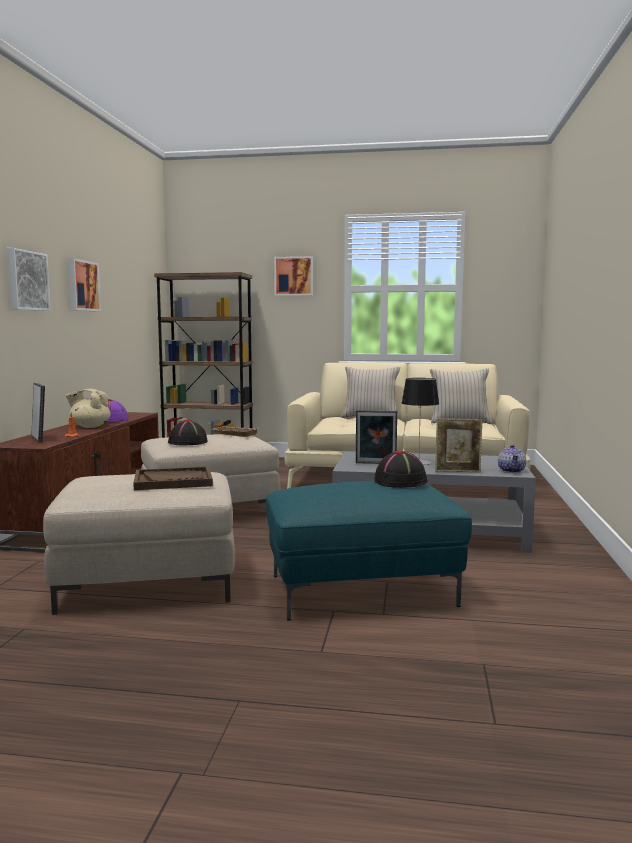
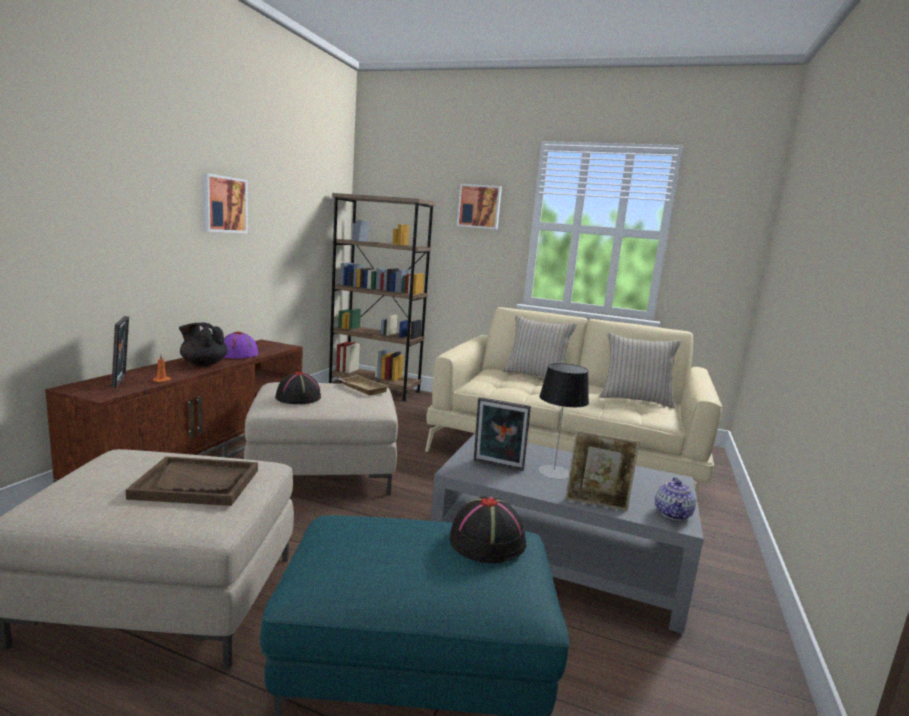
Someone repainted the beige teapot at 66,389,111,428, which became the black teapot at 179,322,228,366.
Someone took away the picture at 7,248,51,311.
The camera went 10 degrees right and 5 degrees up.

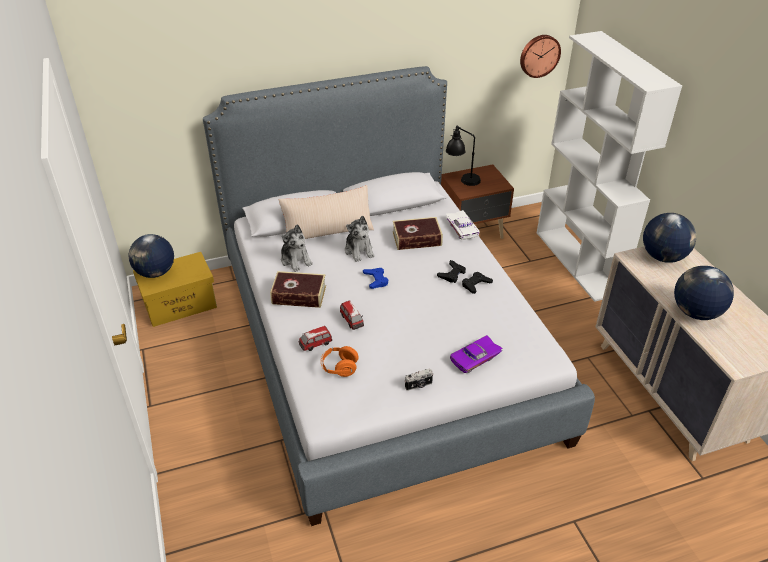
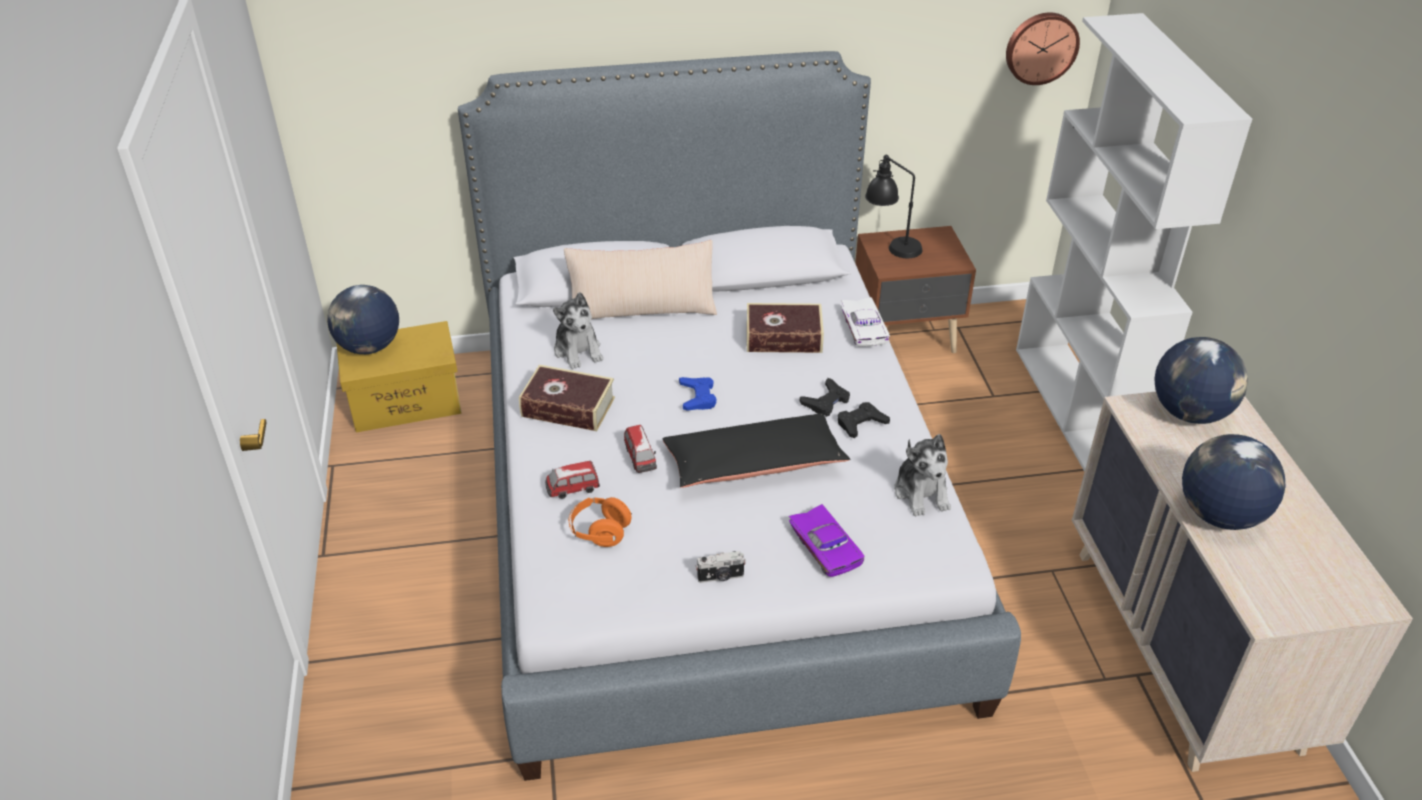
Someone put down the black pillow at 662,413,850,488.
Someone rotated the purple toy car at 450,335,503,373 by 90 degrees counterclockwise.
Someone carried the plush toy from 345,216,375,262 to 894,434,951,517.
The camera went 10 degrees right and 0 degrees up.

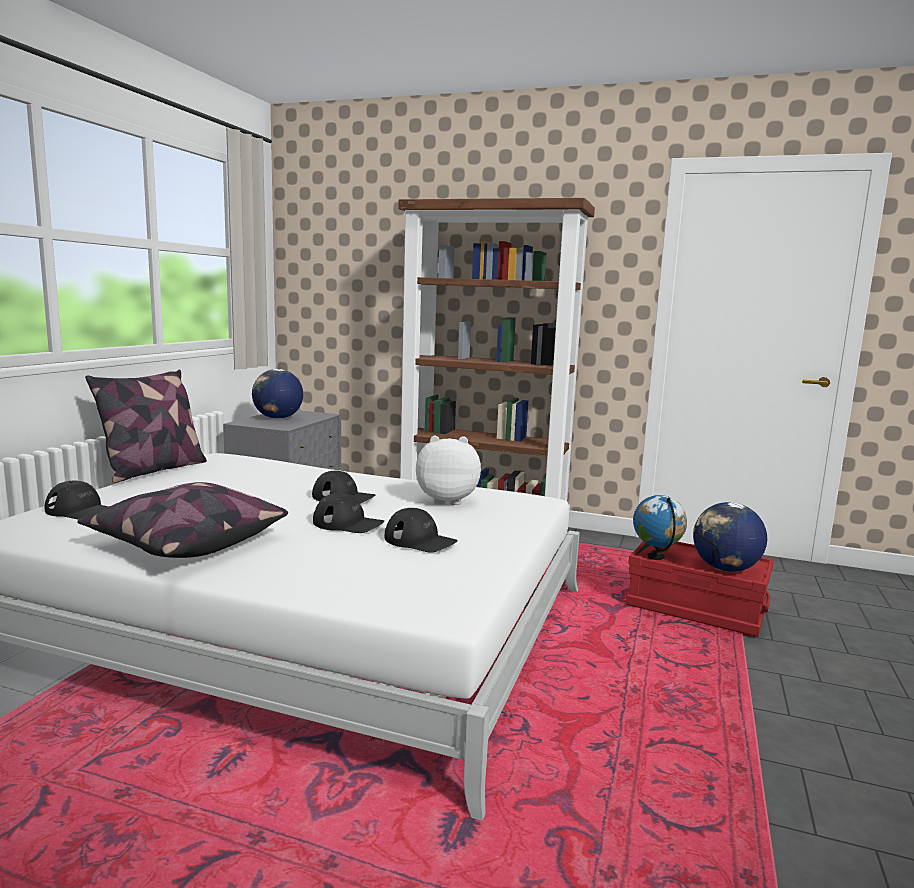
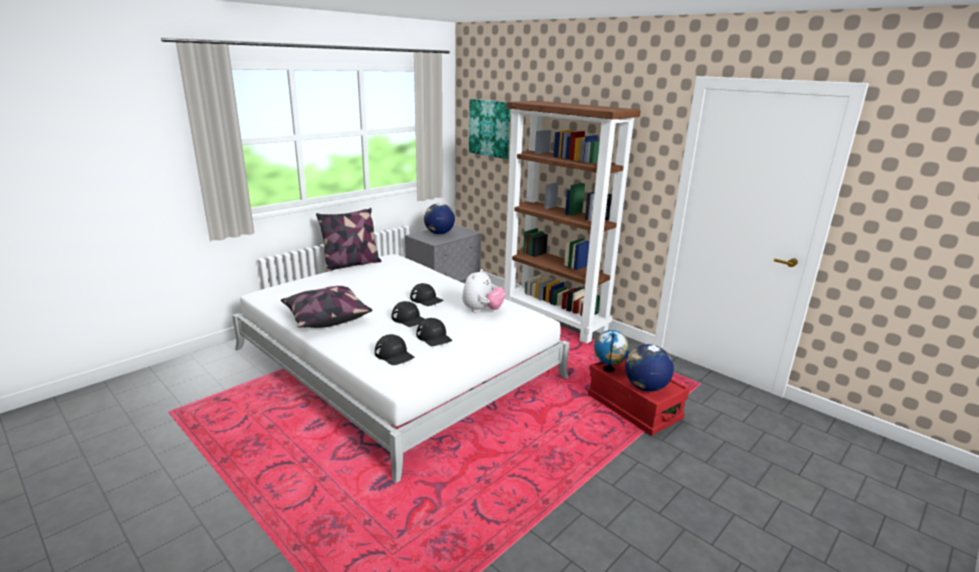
Someone carried the black cap from 44,481,109,520 to 375,334,414,365.
Someone rotated the plush toy at 416,436,481,505 by 90 degrees clockwise.
Someone put up the picture at 469,99,510,159.
The camera went 25 degrees right and 10 degrees up.

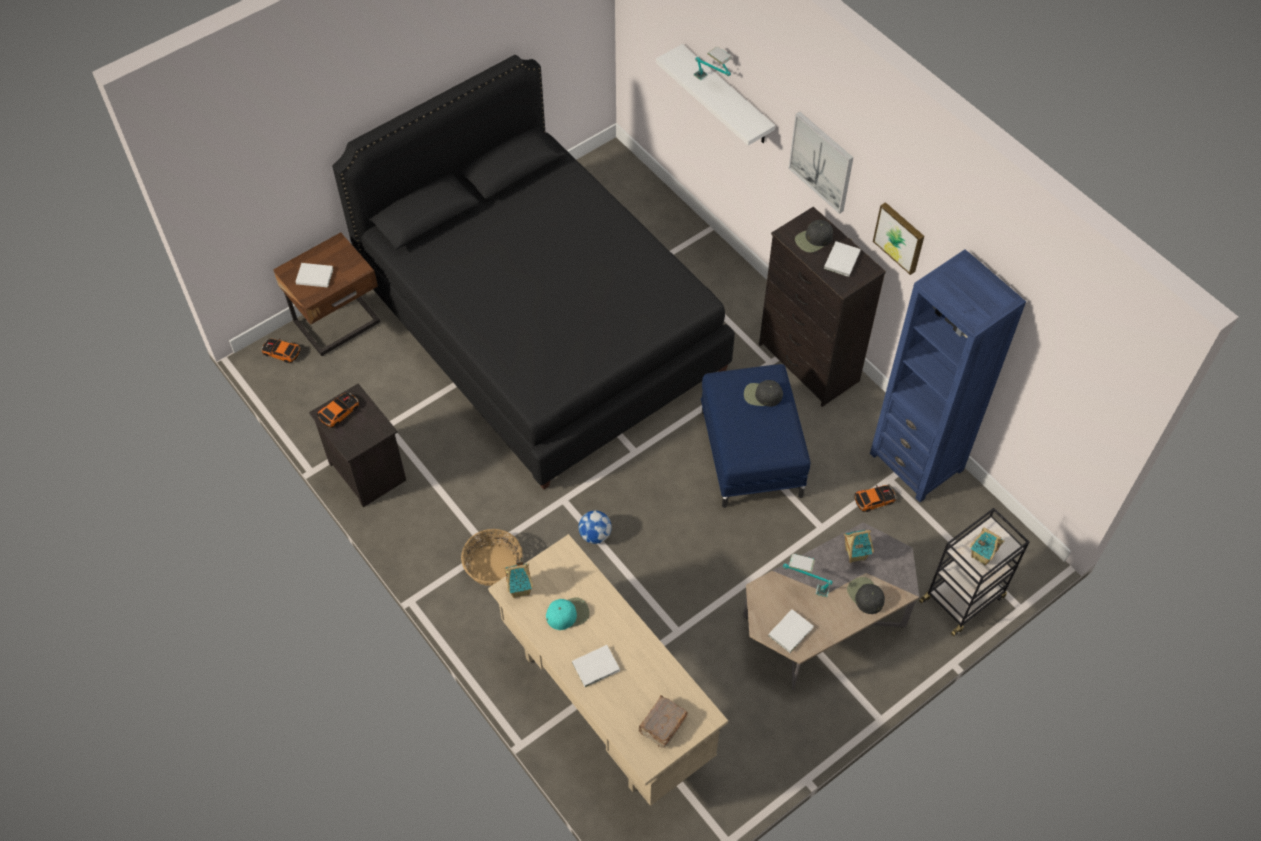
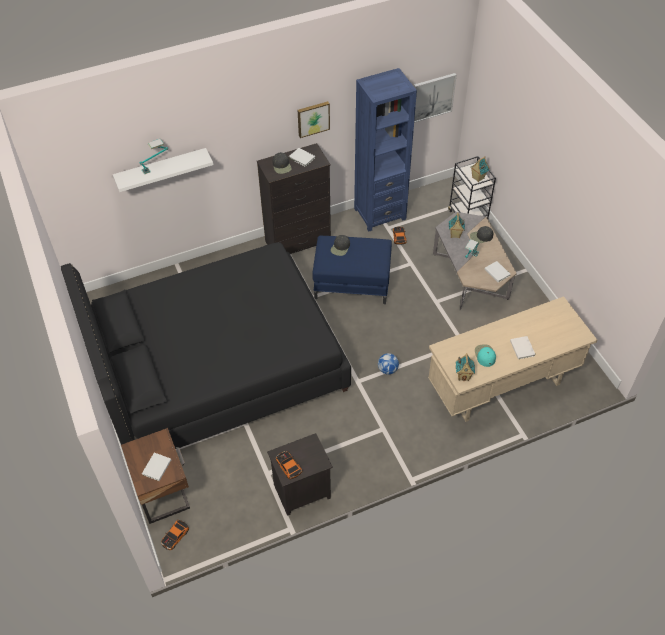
Someone carried the picture from 788,112,853,214 to 414,73,457,123.
Someone took away the basket at 461,529,523,586.
Someone took away the brown book at 638,695,688,748.
The camera went 75 degrees left and 5 degrees down.

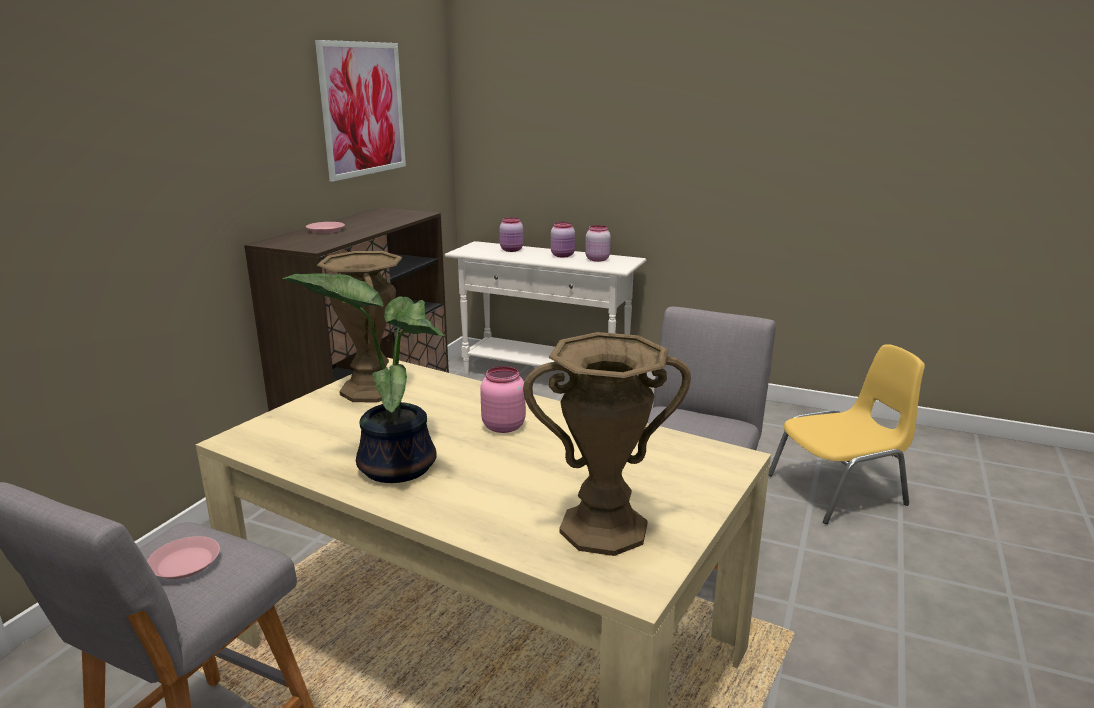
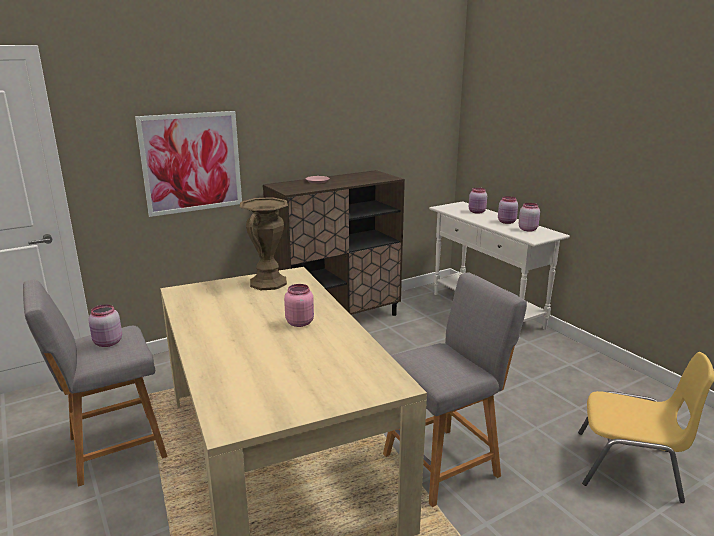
Someone swapped the pink plate at 147,536,220,579 for the pink jar at 88,304,122,347.
Someone carried the picture from 315,40,406,182 to 135,111,242,217.
Someone took away the potted plant at 282,273,445,483.
Someone took away the brown vase at 523,332,691,556.
The camera went 35 degrees right and 0 degrees up.

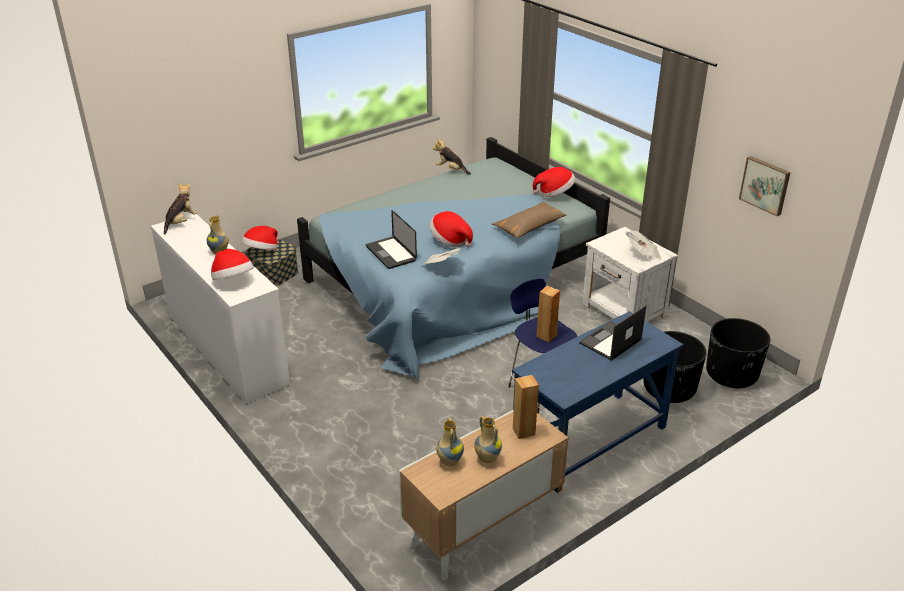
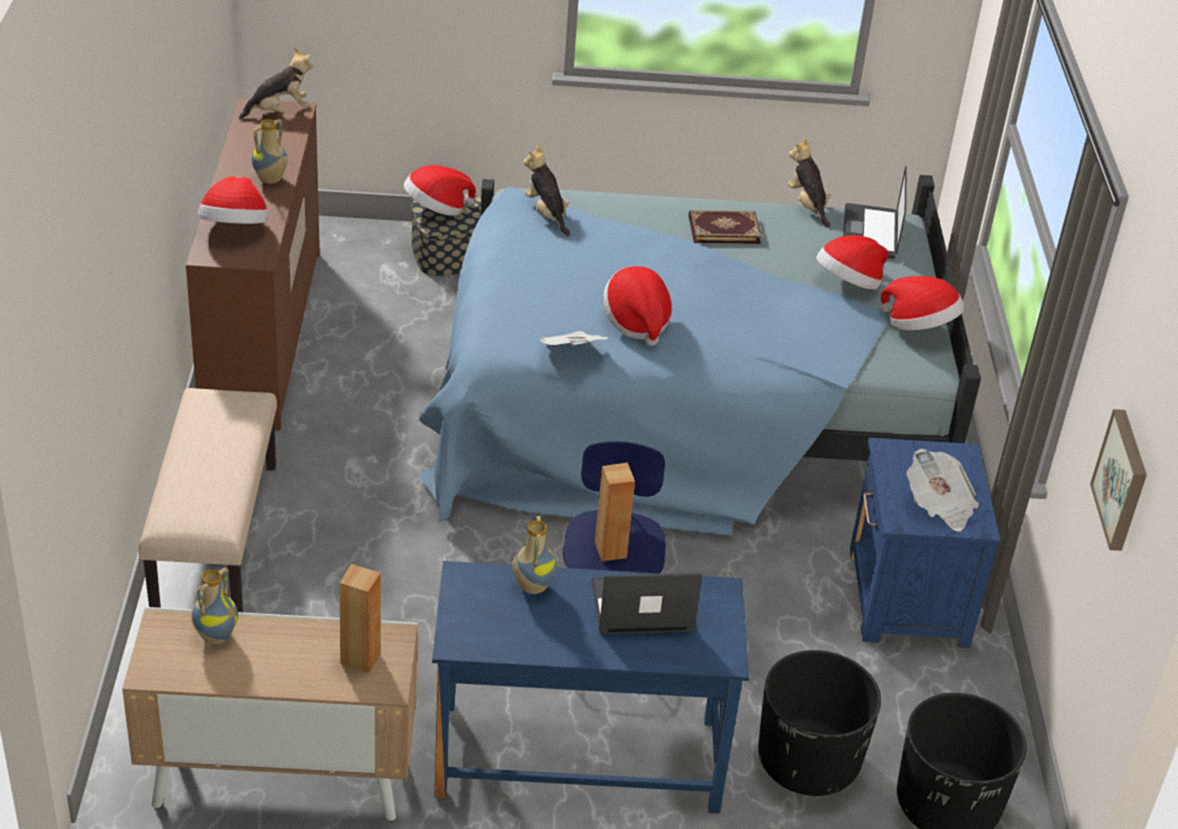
Someone put down the beige bench at 139,388,277,612.
Someone repainted the white dresser at 151,214,290,404, which became the brown dresser at 186,98,320,431.
Someone carried the vase from 474,416,502,463 to 512,516,557,594.
Someone put down the plush toy at 523,145,571,236.
Someone put down the book at 689,210,762,244.
Someone put down the hat at 816,235,889,290.
Someone carried the laptop from 366,210,417,269 to 843,166,907,259.
Someone repainted the white nightstand at 582,227,678,322, which became the blue nightstand at 850,438,1001,648.
Someone took away the brown pillow at 492,202,567,238.
The camera went 35 degrees right and 5 degrees up.

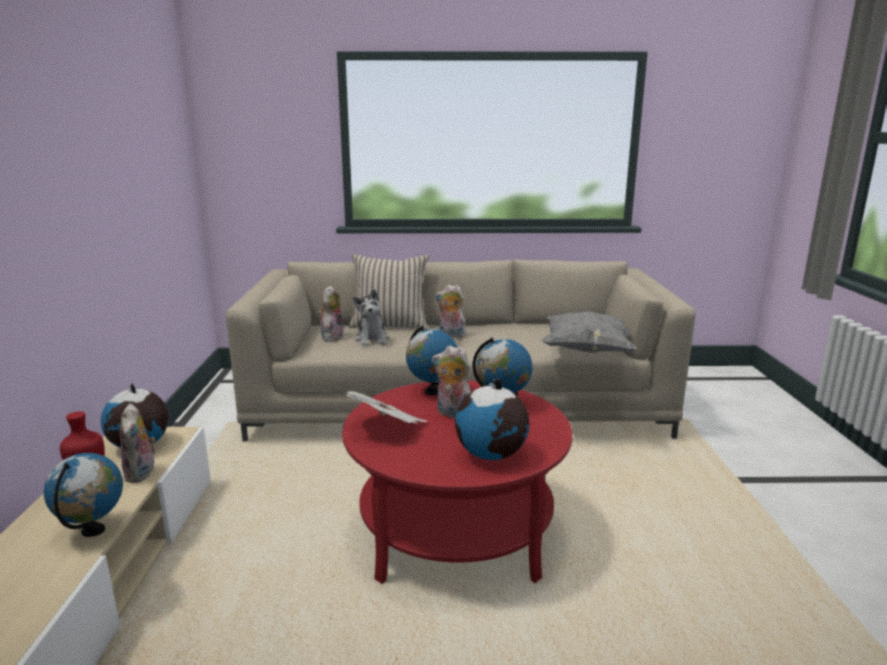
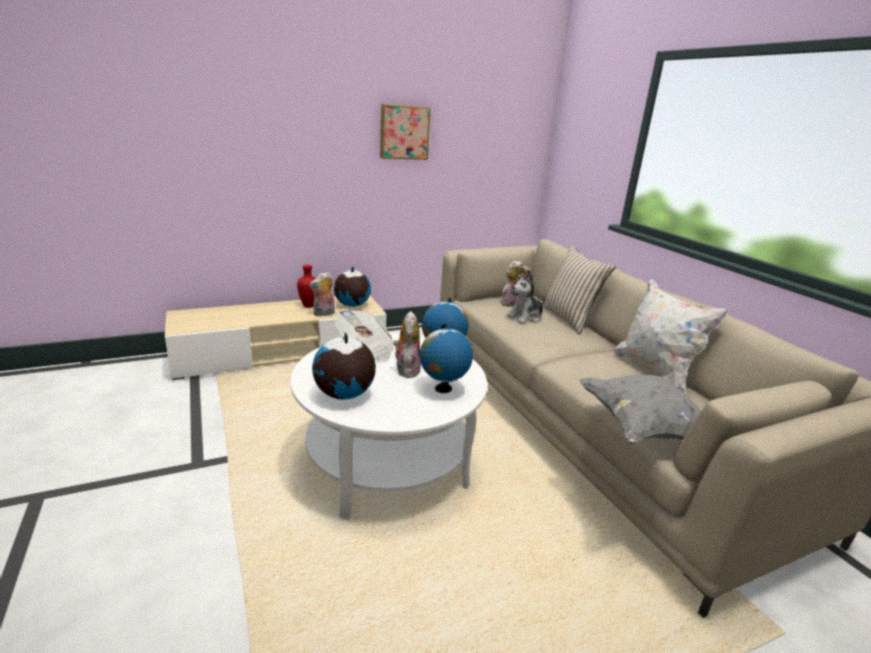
Someone repainted the red coffee table at 342,381,573,584, which became the white coffee table at 290,334,487,520.
Someone put up the picture at 380,104,431,160.
Someone put down the white pillow at 613,279,729,393.
Someone took away the globe at 44,453,123,537.
Someone took away the plush toy at 435,285,466,337.
The camera went 65 degrees right and 5 degrees up.

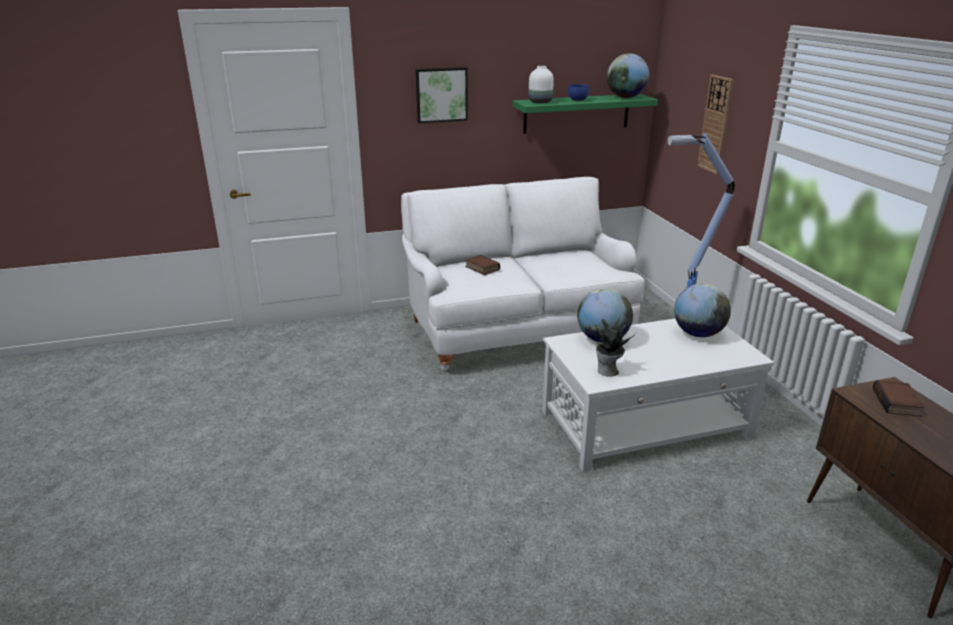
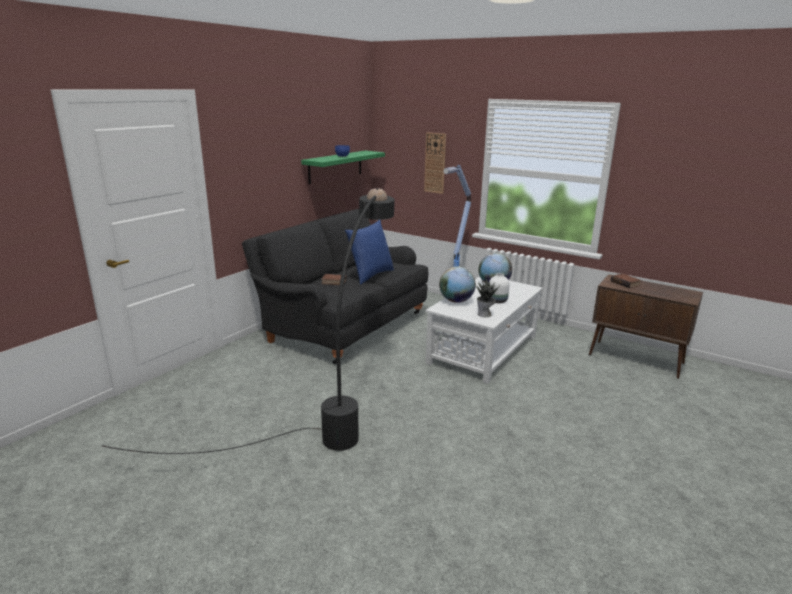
Someone put down the black floor lamp at 102,188,395,454.
Someone repainted the white sofa at 401,177,645,370, which became the black sofa at 242,209,428,364.
Someone put down the blue pillow at 345,220,394,285.
Someone carried the white vase from 529,66,554,103 to 489,273,509,303.
Someone took away the picture at 415,67,468,123.
Someone took away the globe at 606,53,650,98.
The camera went 40 degrees left and 5 degrees down.

